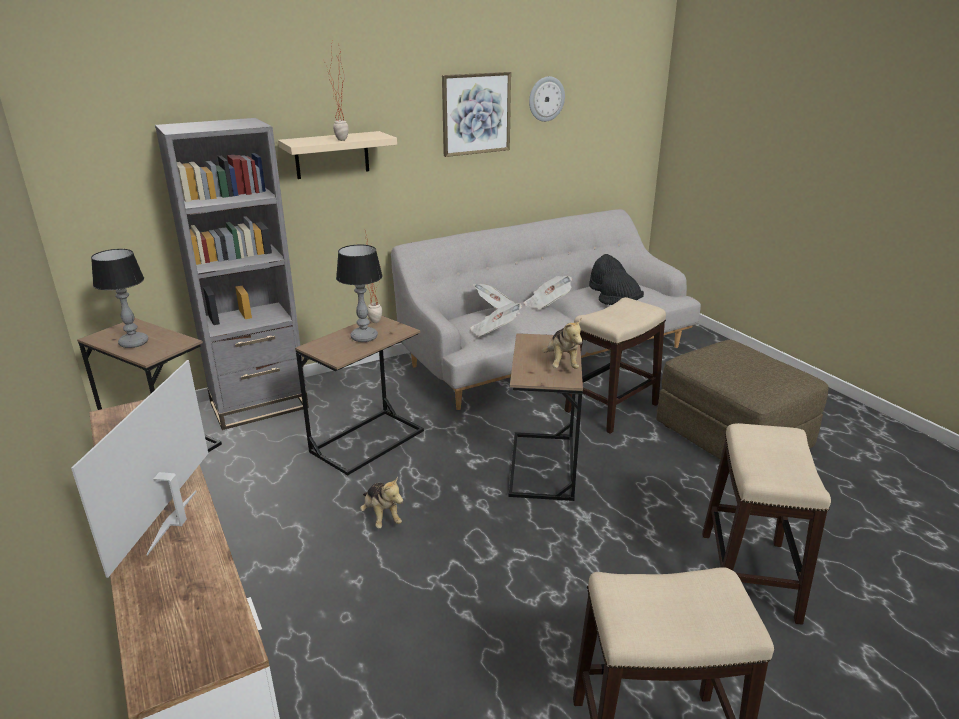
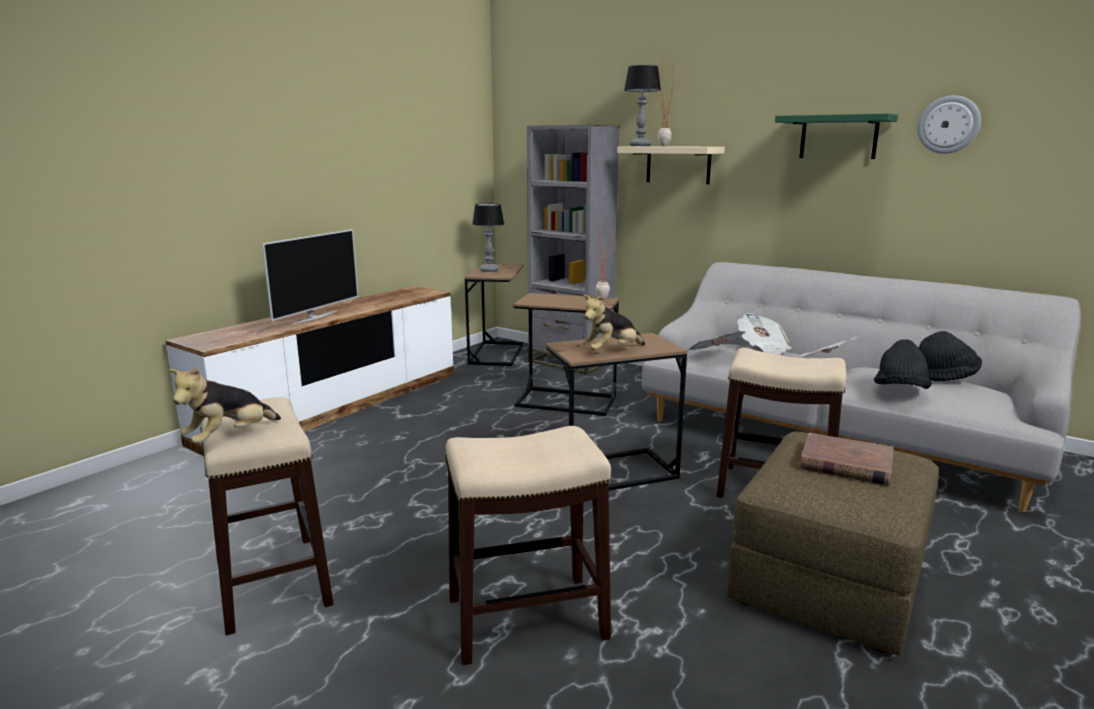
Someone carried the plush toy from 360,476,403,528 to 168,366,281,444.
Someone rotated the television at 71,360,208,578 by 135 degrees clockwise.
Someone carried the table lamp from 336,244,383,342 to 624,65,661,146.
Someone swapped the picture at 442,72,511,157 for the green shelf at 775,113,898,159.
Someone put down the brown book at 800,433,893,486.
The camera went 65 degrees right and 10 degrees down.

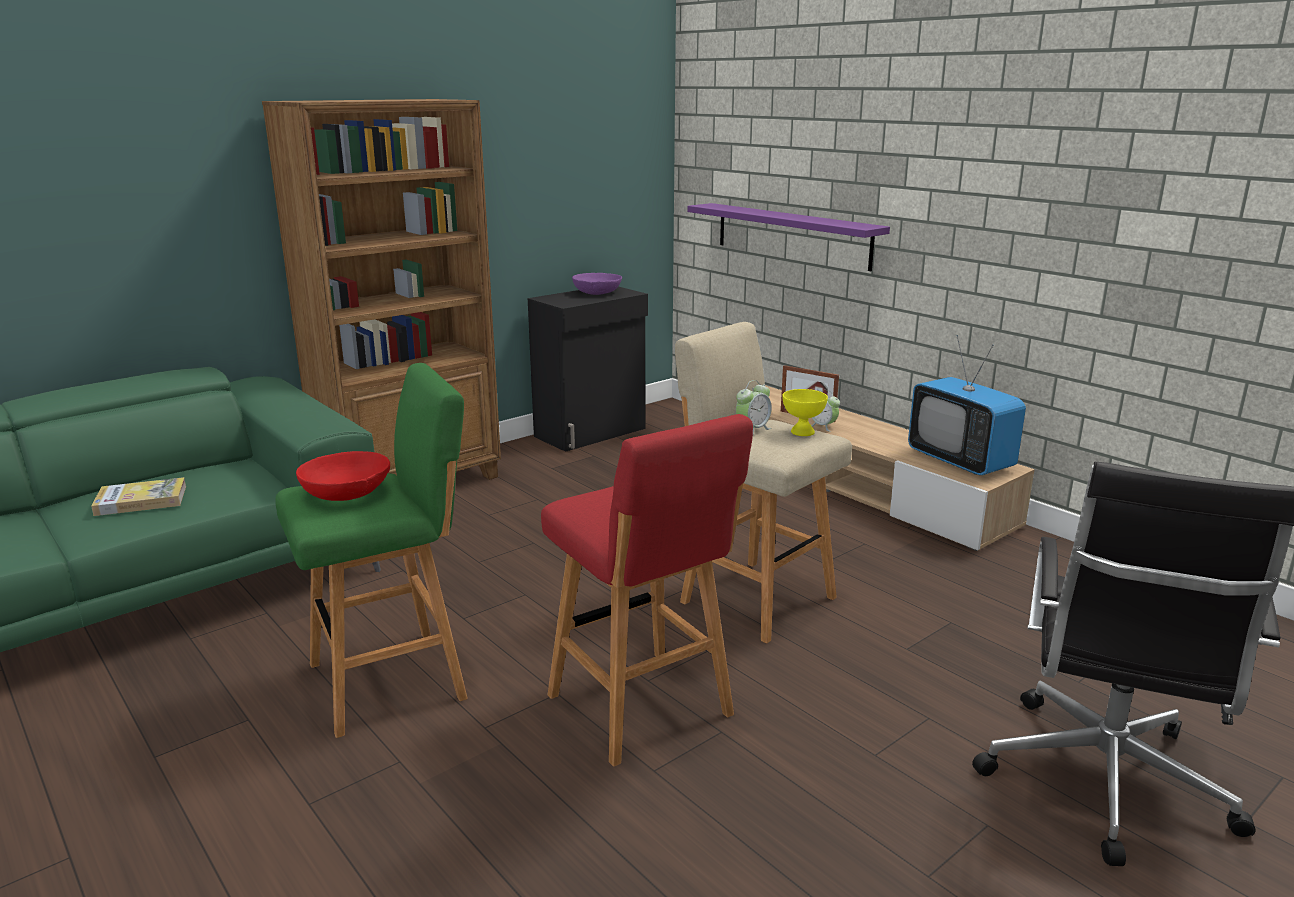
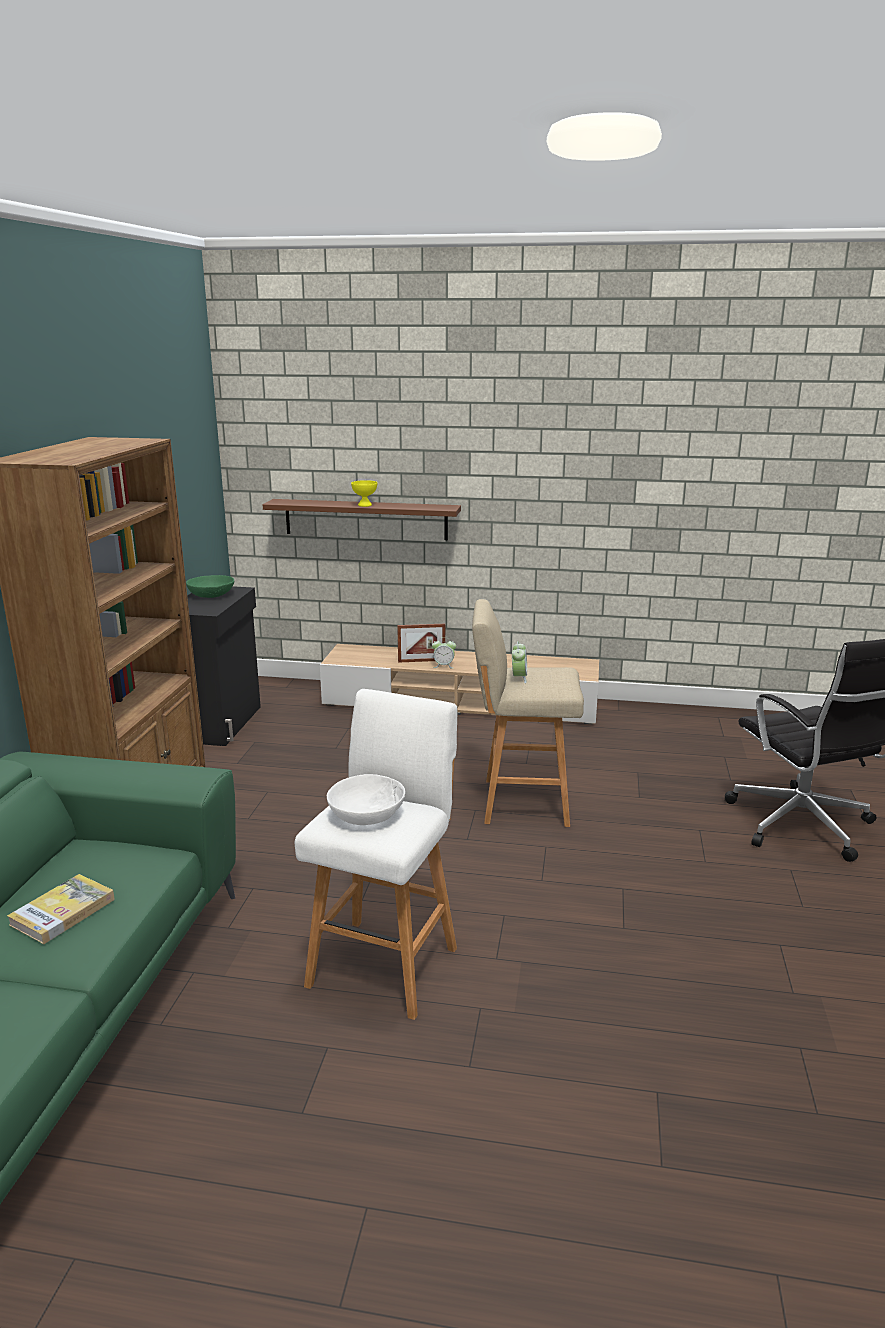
Someone repainted the purple bowl at 572,273,622,295, which became the green bowl at 186,575,234,598.
Someone repainted the purple shelf at 687,203,890,271, which became the brown shelf at 263,499,461,540.
Someone repainted the green stool at 275,363,468,738, which became the white stool at 295,689,457,1020.
Someone repainted the red bowl at 296,451,390,501, which became the white bowl at 327,774,406,825.
Someone carried the yellow bowl from 782,389,828,436 to 351,480,377,507.
Someone took away the red stool at 541,414,753,767.
Someone took away the television at 908,335,1026,475.
The camera went 40 degrees left and 0 degrees up.

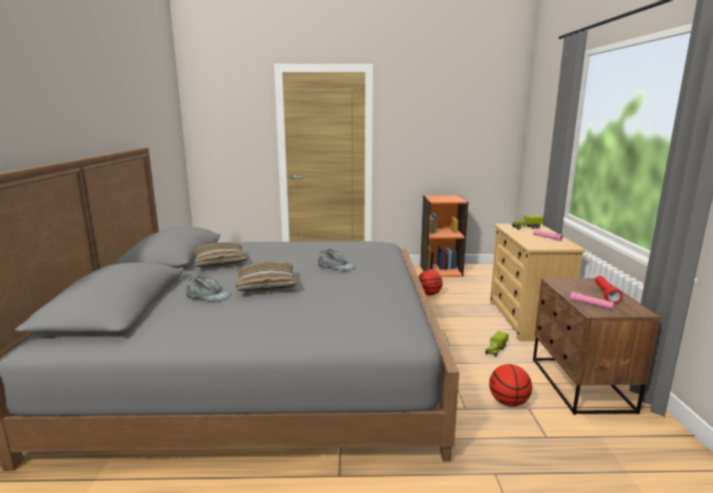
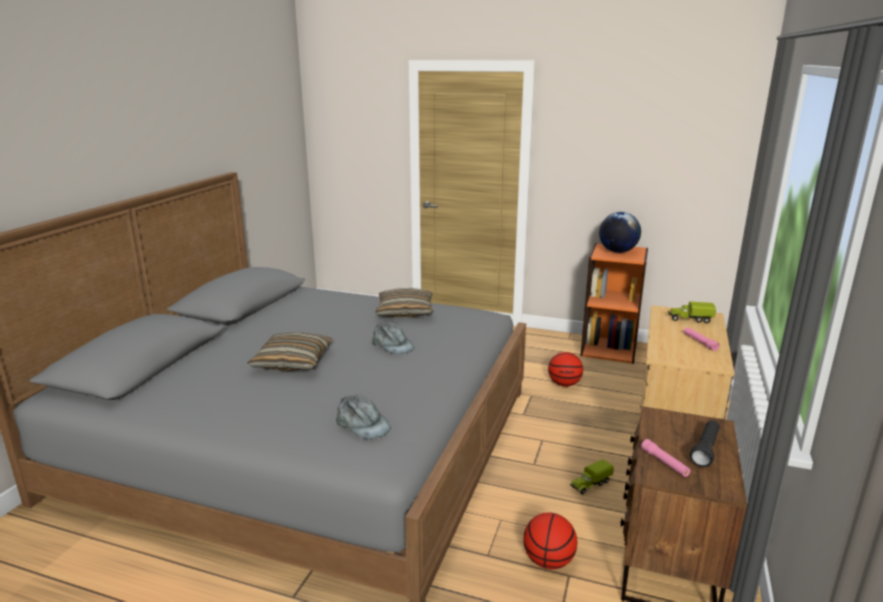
Someone carried the grey cap from 186,274,232,302 to 336,394,391,439.
Someone carried the pillow from 194,242,248,267 to 375,288,433,317.
Someone put down the globe at 599,212,641,253.
Someone repainted the red flashlight at 595,276,622,303, which became the black flashlight at 690,420,720,467.
The camera went 20 degrees right and 5 degrees up.

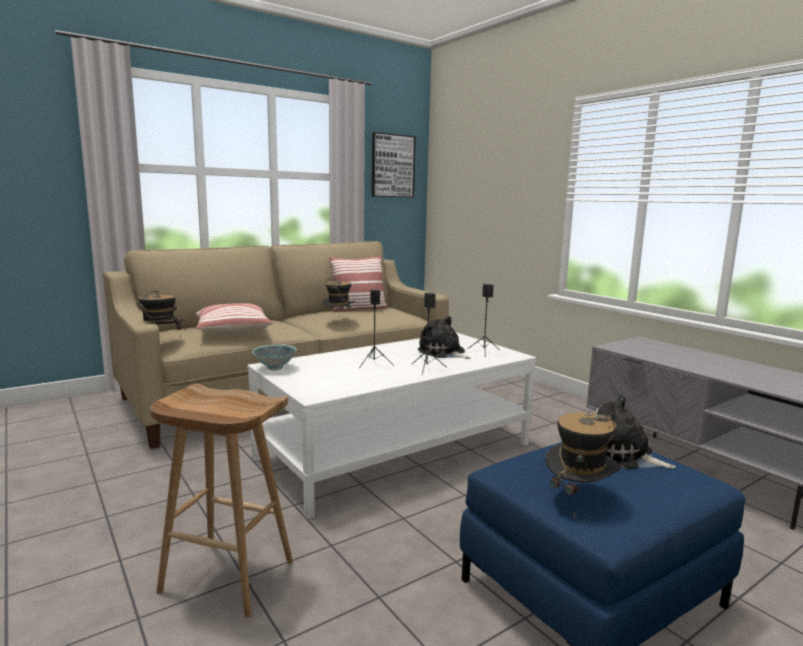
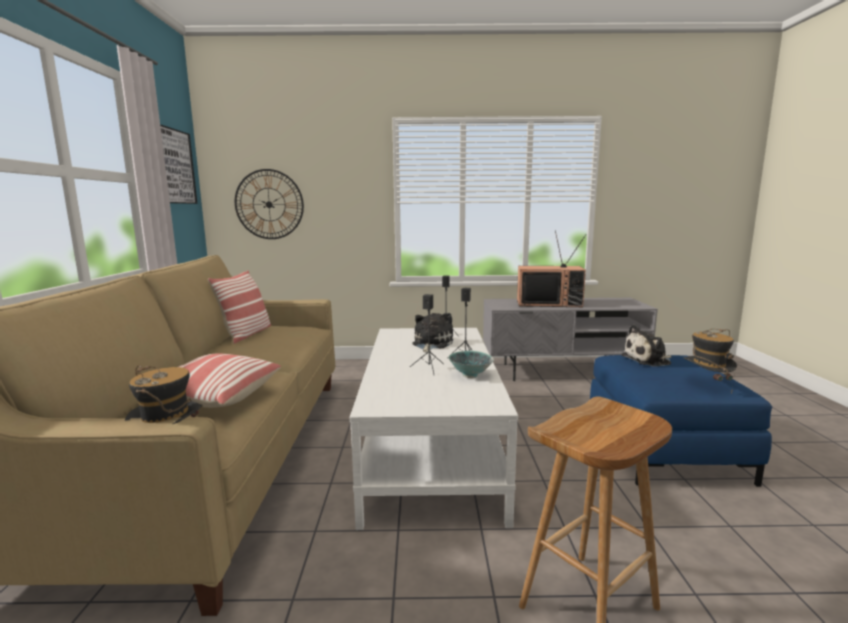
Someone put up the wall clock at 235,169,304,239.
Someone rotated the plush toy at 418,316,471,359 by 120 degrees clockwise.
Someone carried the bowl from 252,345,297,371 to 448,351,494,378.
Someone put down the television at 517,230,586,307.
Someone took away the hat at 322,278,355,309.
The camera went 55 degrees left and 0 degrees up.

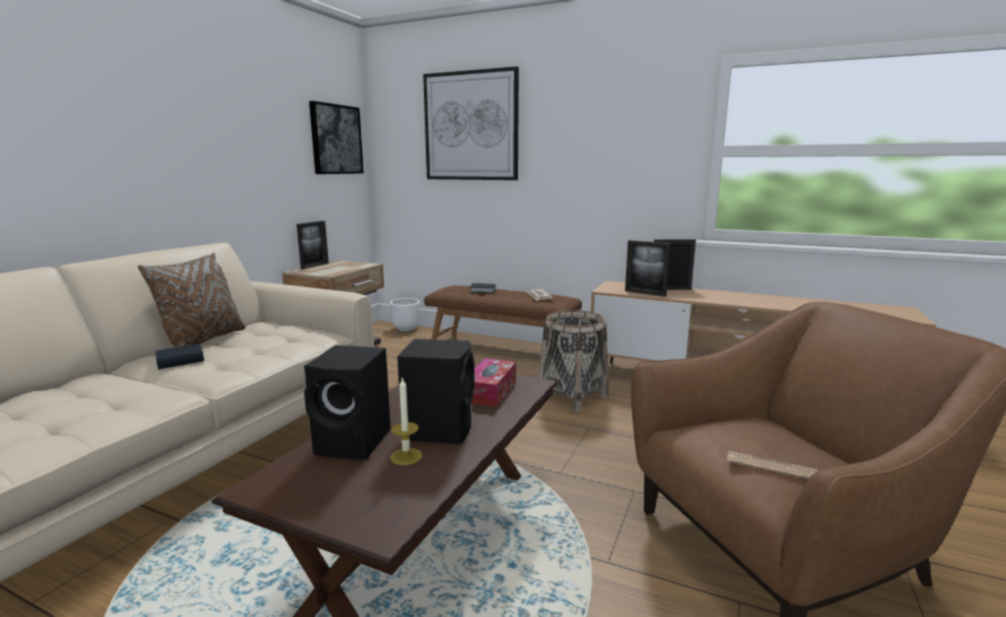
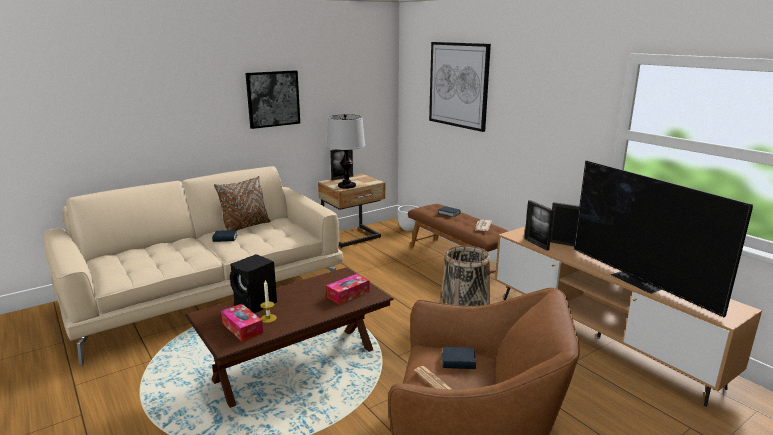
Someone put down the tissue box at 221,304,263,342.
Someone carried the picture from 309,101,364,174 to 245,70,300,129.
Someone put down the table lamp at 327,114,365,189.
Someone put down the book at 442,347,476,369.
Someone put down the television at 574,160,753,317.
Someone took away the black speaker at 397,339,475,445.
The camera went 30 degrees right and 5 degrees up.

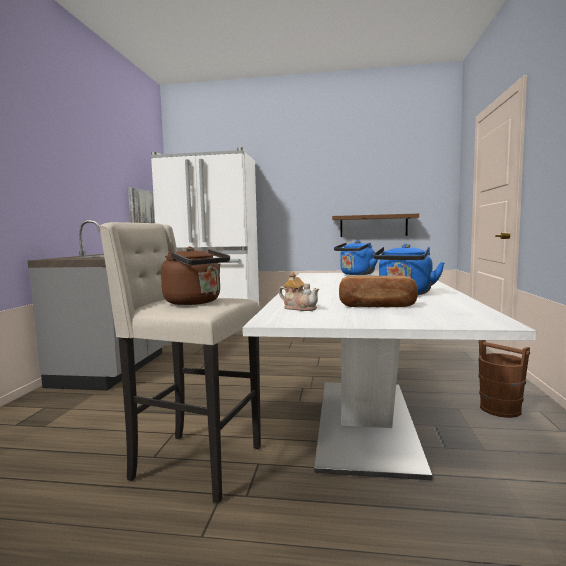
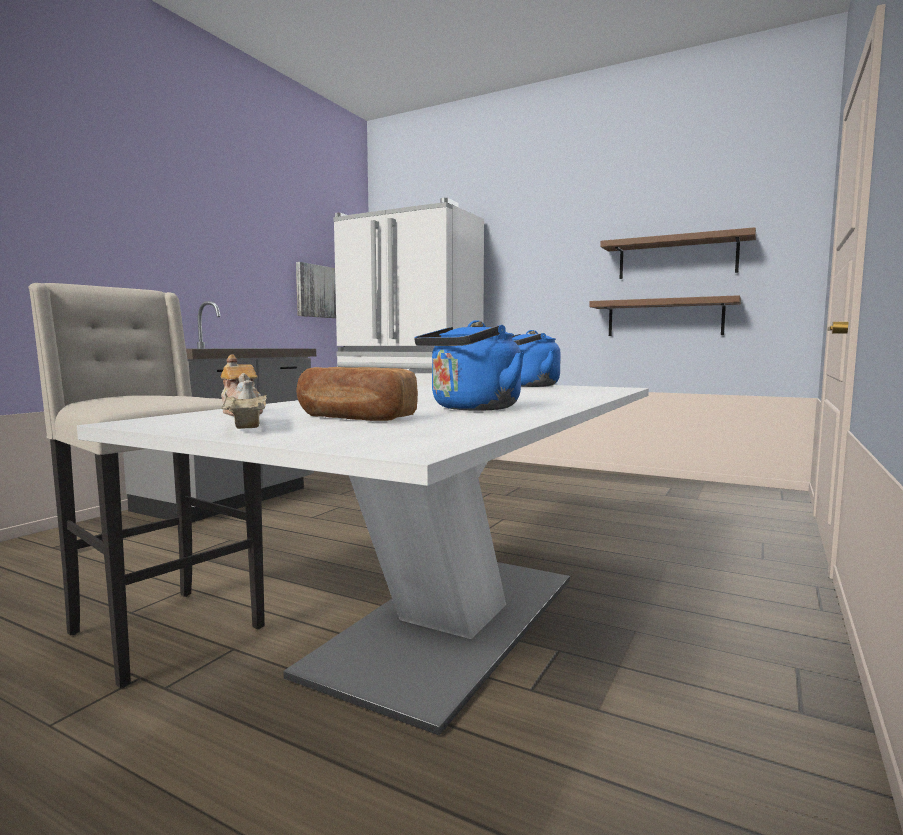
Someone put down the beige tray at 221,393,267,429.
Someone put up the brown shelf at 600,227,756,279.
Someone took away the brown kettle at 161,246,230,305.
Someone took away the brown bucket at 478,340,530,418.
The camera went 20 degrees right and 0 degrees up.

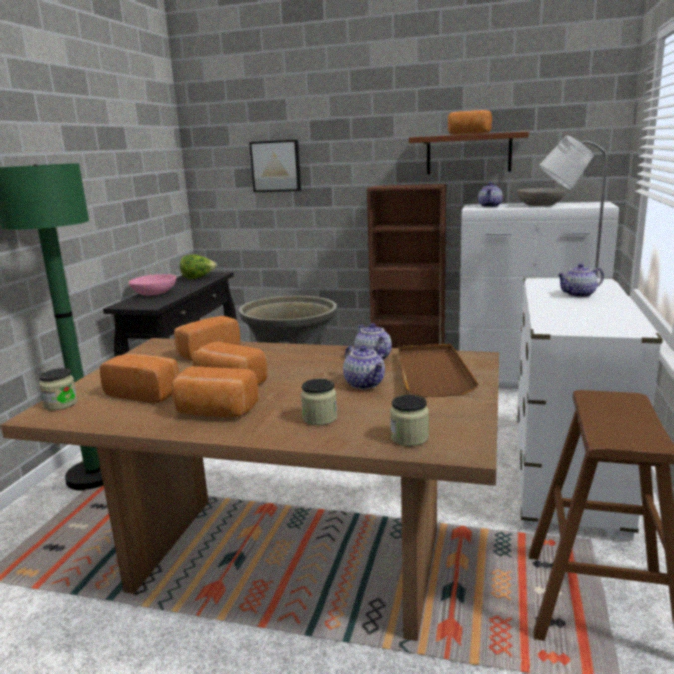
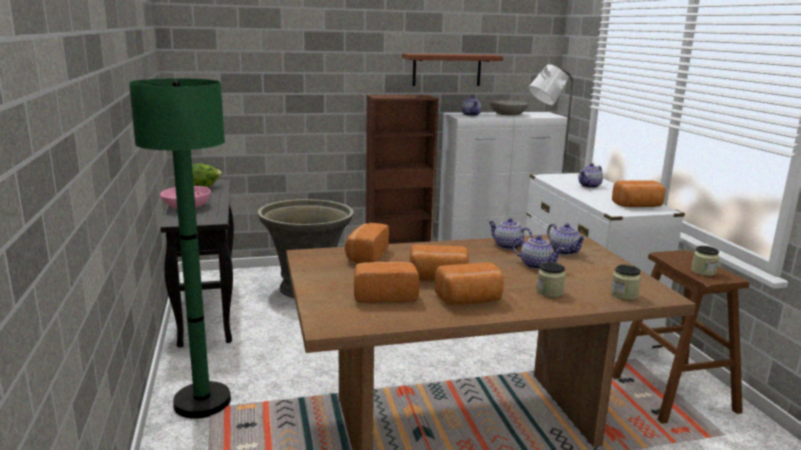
Someone swapped the brown tray at 398,344,479,397 for the teapot at 547,223,586,255.
Someone carried the bread from 448,110,492,135 to 612,180,665,207.
Someone carried the jar from 39,368,78,410 to 691,246,719,276.
Someone took away the picture at 249,140,301,192.
The camera went 30 degrees left and 0 degrees up.

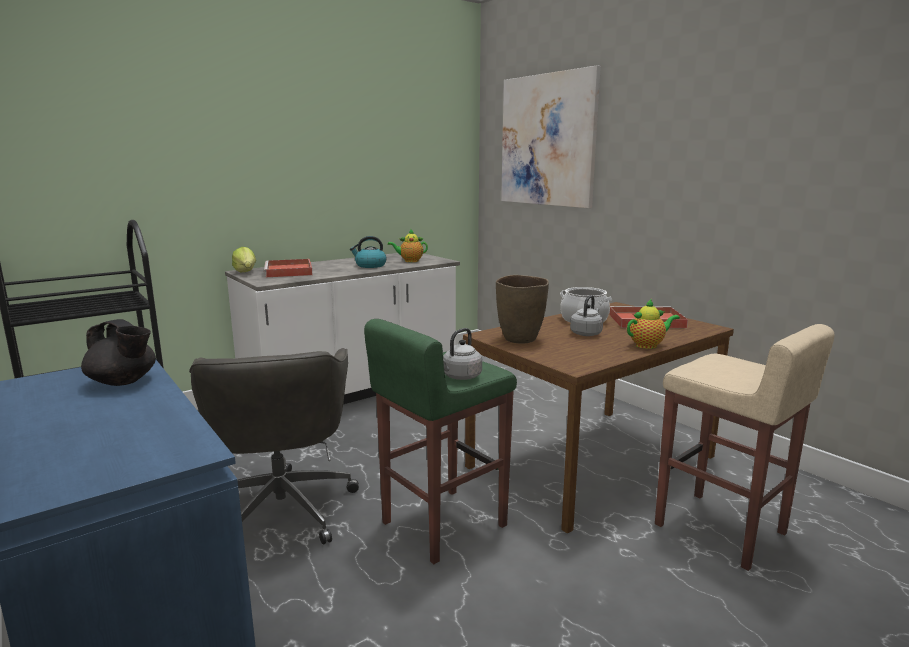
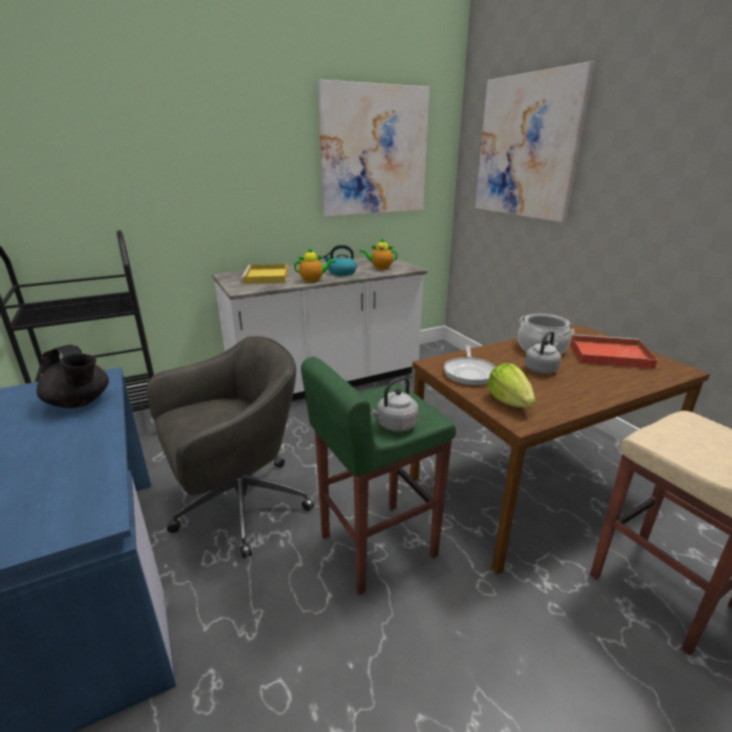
Someone rotated the grey office chair at 189,348,359,544 by 120 degrees counterclockwise.
Someone repainted the red tray at 264,259,313,277, which became the yellow tray at 241,264,288,284.
Someone carried the teapot from 627,299,680,349 to 294,247,336,282.
Someone put up the picture at 318,80,430,216.
Someone swapped the brown vase at 496,275,549,344 for the frying pan at 444,345,496,385.
Someone carried the lettuce from 232,247,256,272 to 487,363,535,408.
The camera went 10 degrees right and 10 degrees up.

